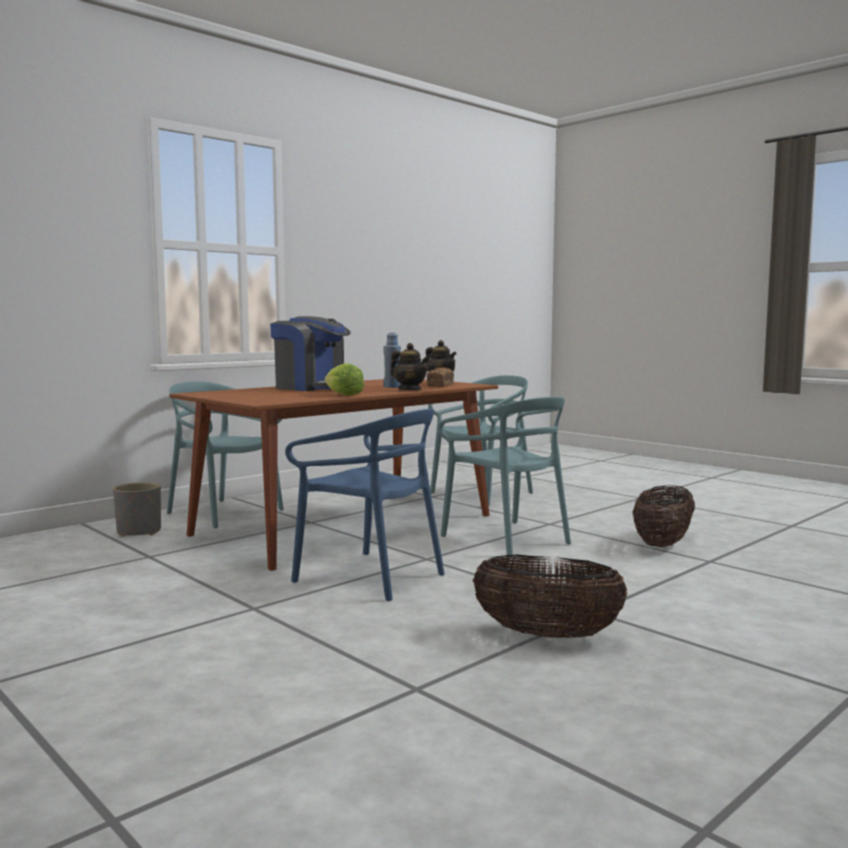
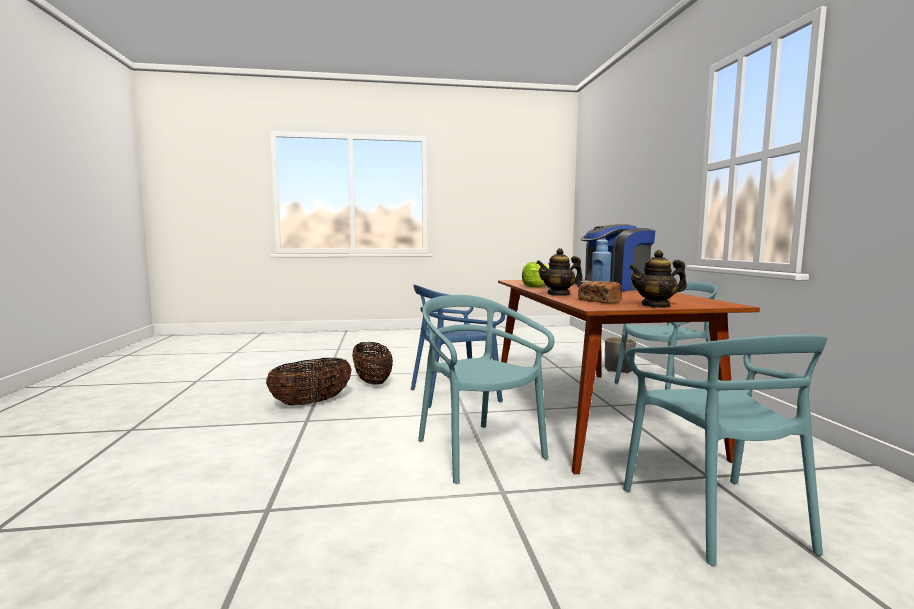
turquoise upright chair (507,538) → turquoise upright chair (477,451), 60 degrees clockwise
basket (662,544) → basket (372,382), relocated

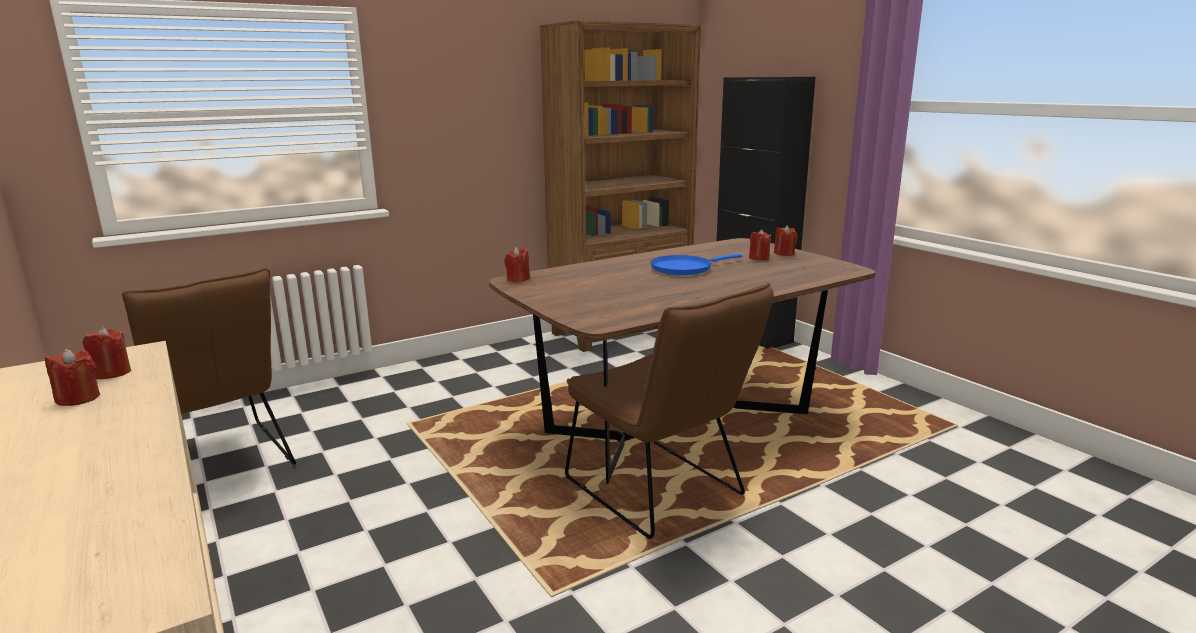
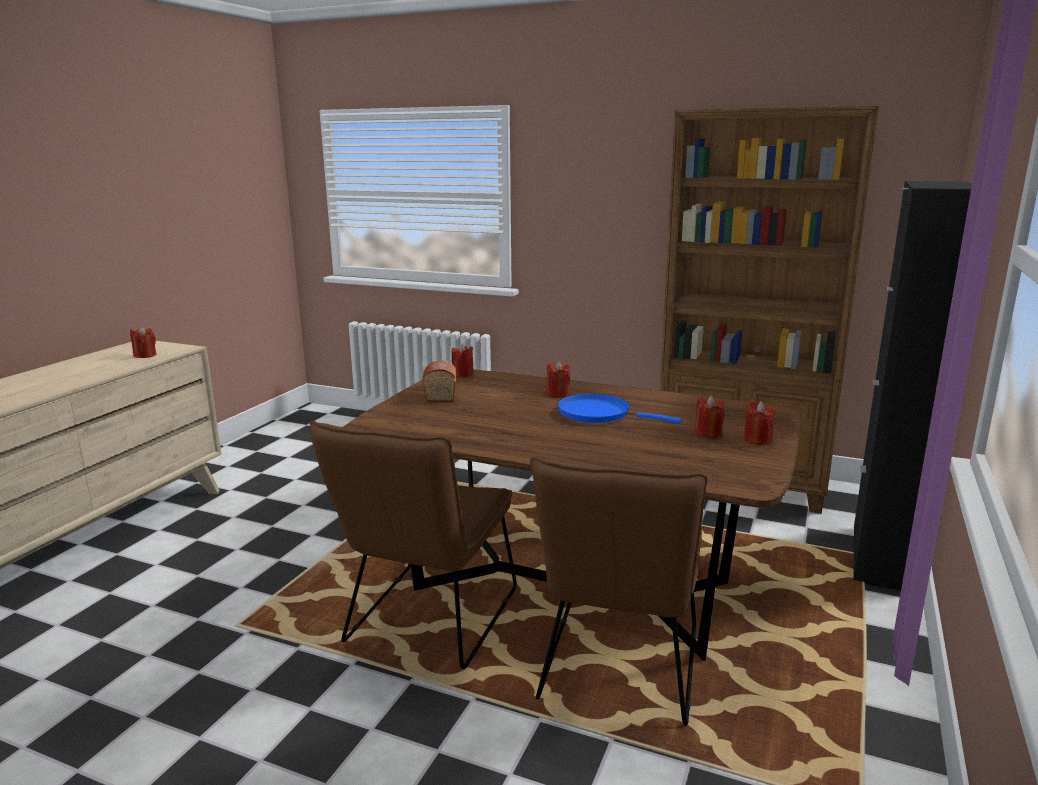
brown-coloured upright chair (221,465) → brown-coloured upright chair (618,670), relocated
reddish wax light (78,398) → reddish wax light (557,394), relocated
- → bread (441,392)

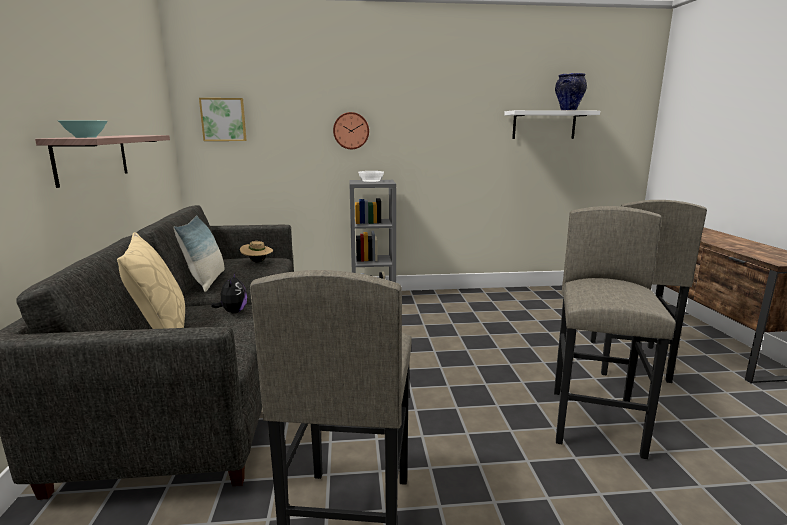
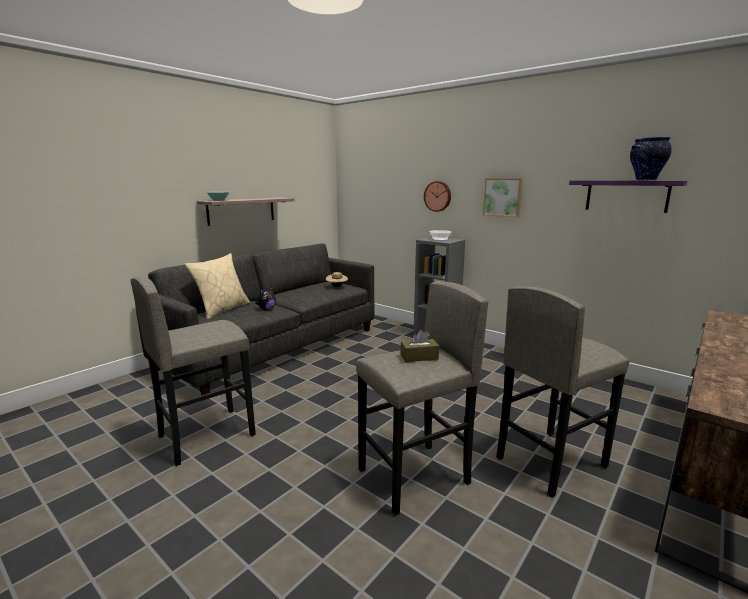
wall picture (223,119) → wall picture (502,197), relocated
whitish shelf (544,125) → purplish shelf (626,195)
throw pillow (206,281) → -
- → brown-coloured tissue box (419,357)

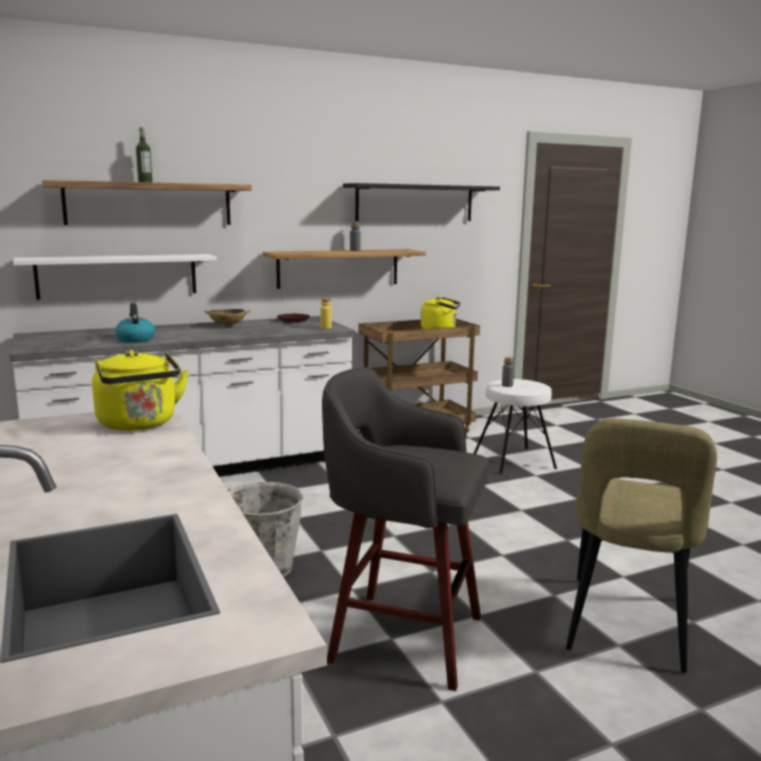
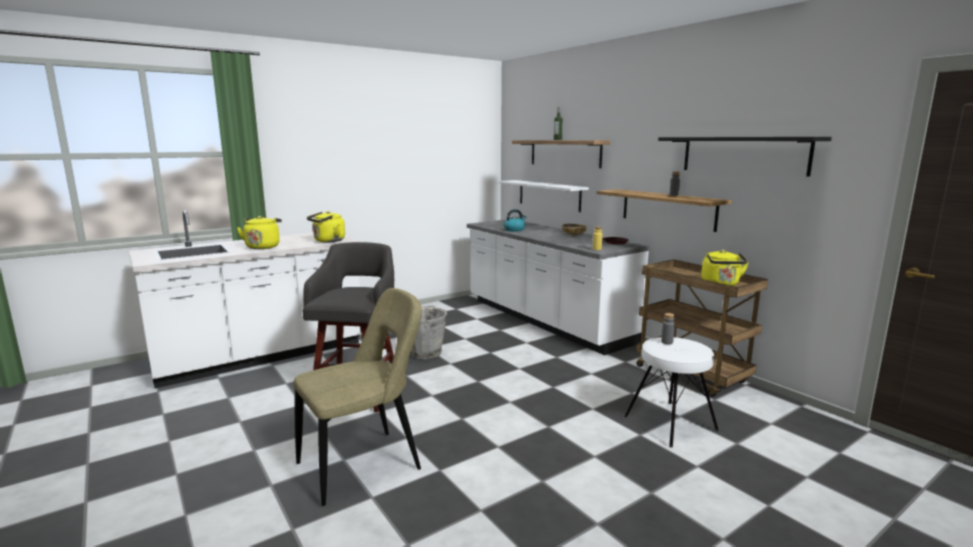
beige-coloured upright chair (626,627) → beige-coloured upright chair (365,464), 135 degrees clockwise
- → yellowish tea kettle (263,247)

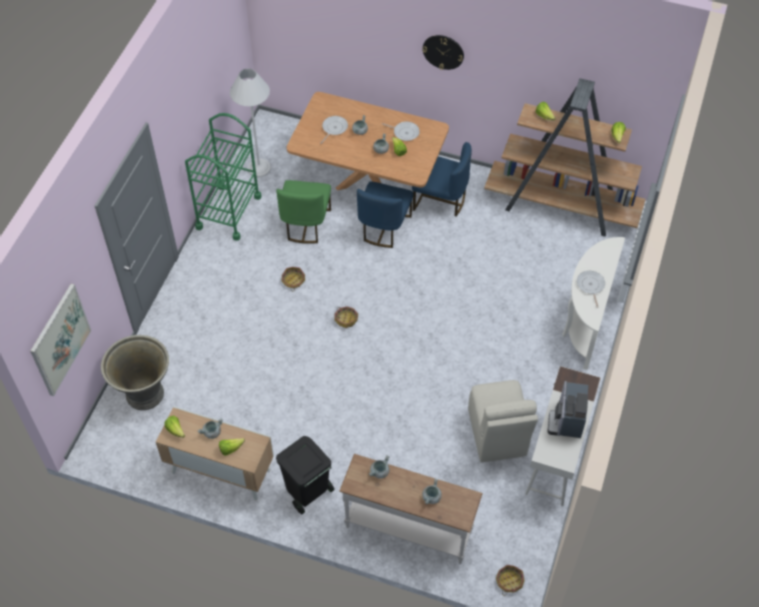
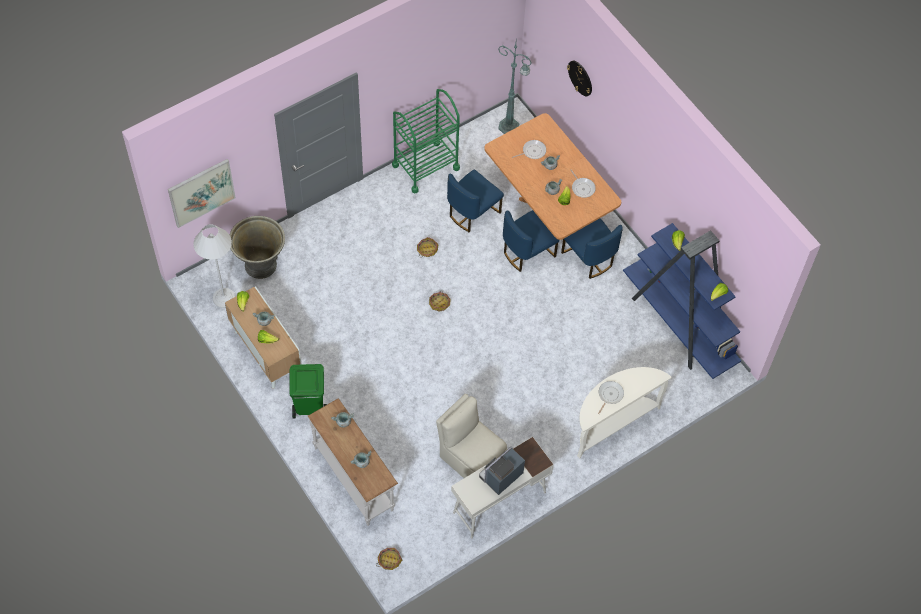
wall clock (443,52) → wall clock (580,78), relocated
whitish floor lamp (259,168) → whitish floor lamp (224,298), relocated
brown-coloured shelving unit (562,207) → blue shelving unit (678,324)
green upright chair (306,224) → blue upright chair (472,212)
beige-coloured upright chair (497,434) → beige-coloured upright chair (471,458), 105 degrees clockwise
black-coloured waste bin (307,492) → green waste bin (309,407)
- → green floor lamp (509,127)

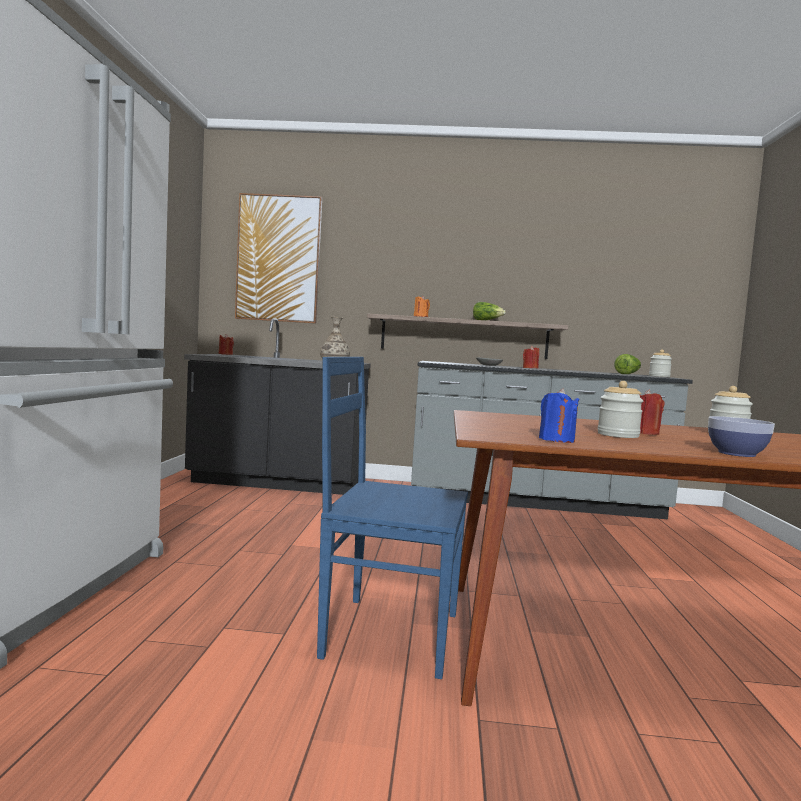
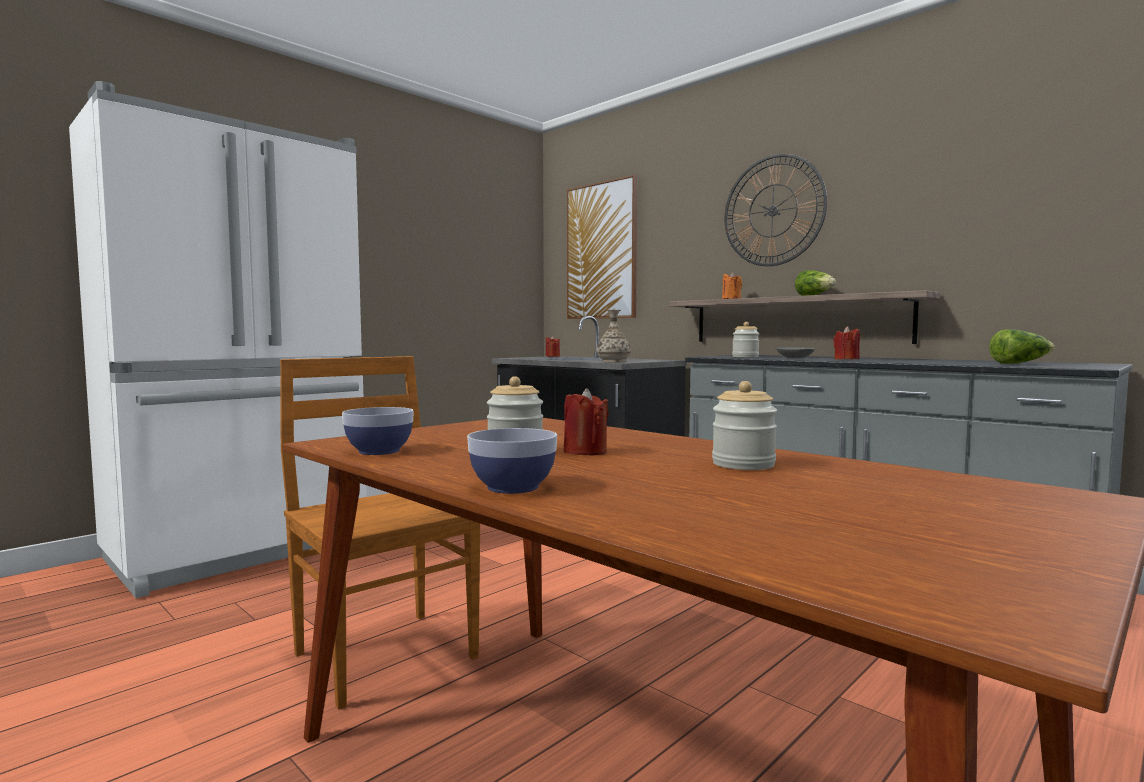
storage jar (659,376) → storage jar (745,357), relocated
blue upright chair (387,633) → brown-coloured upright chair (384,653)
blue wax light (556,440) → serving bowl (379,451)
- → wall clock (773,210)

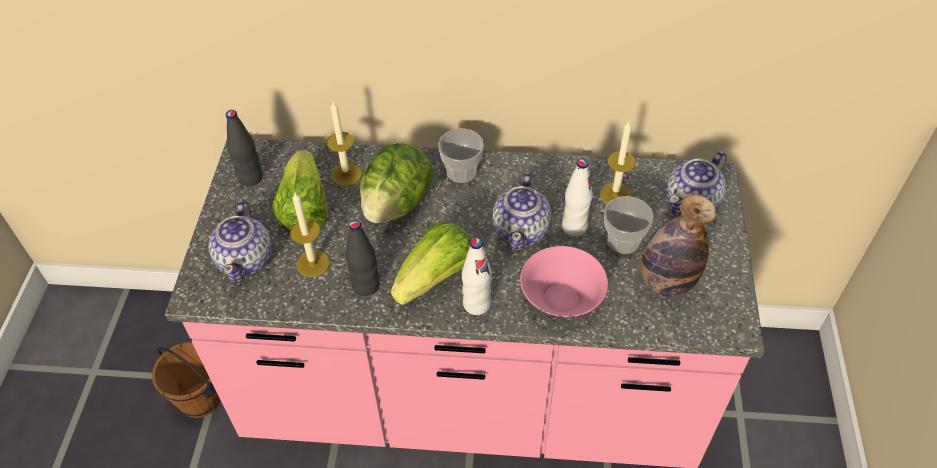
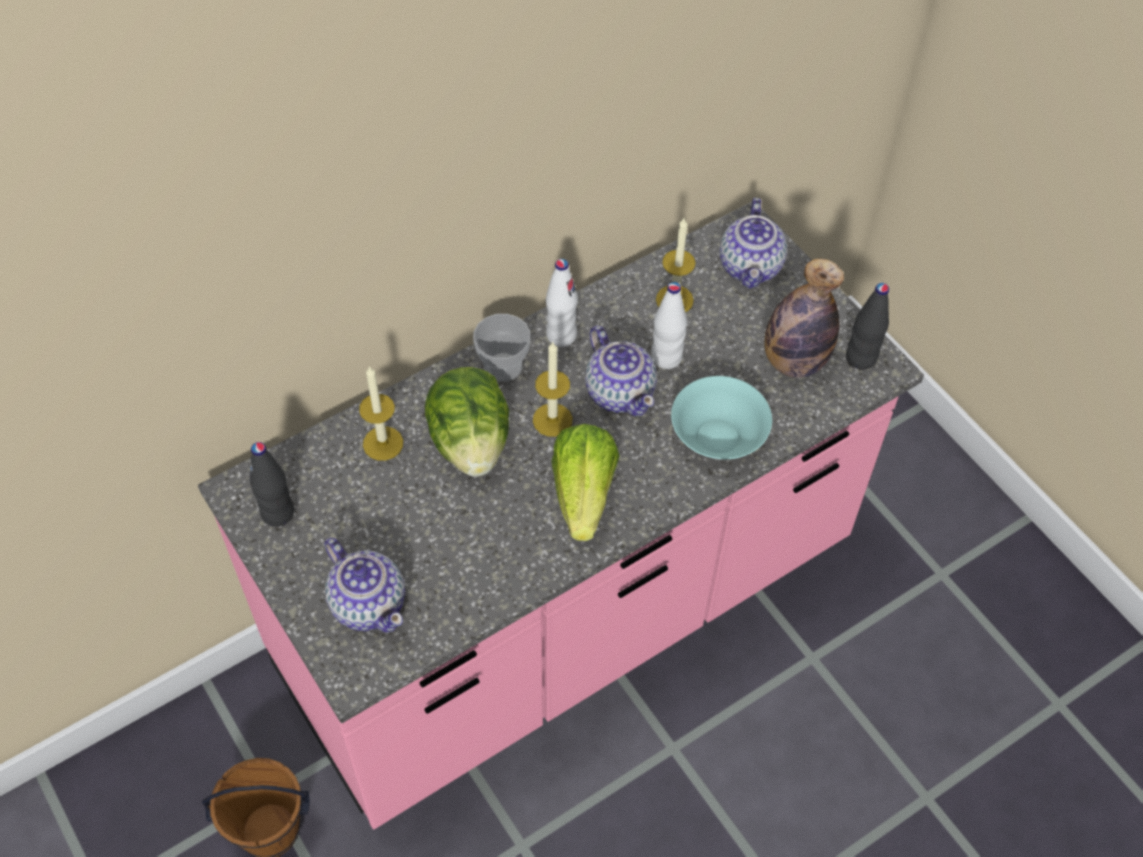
head of lettuce (304,208) → -
wax light (313,263) → wax light (552,420), relocated
drinking cup (623,241) → -
black-coloured bottle (366,286) → black-coloured bottle (861,358), relocated
whitish bottle (476,304) → whitish bottle (561,335), relocated
pink serving bowl (560,298) → turquoise serving bowl (716,437)

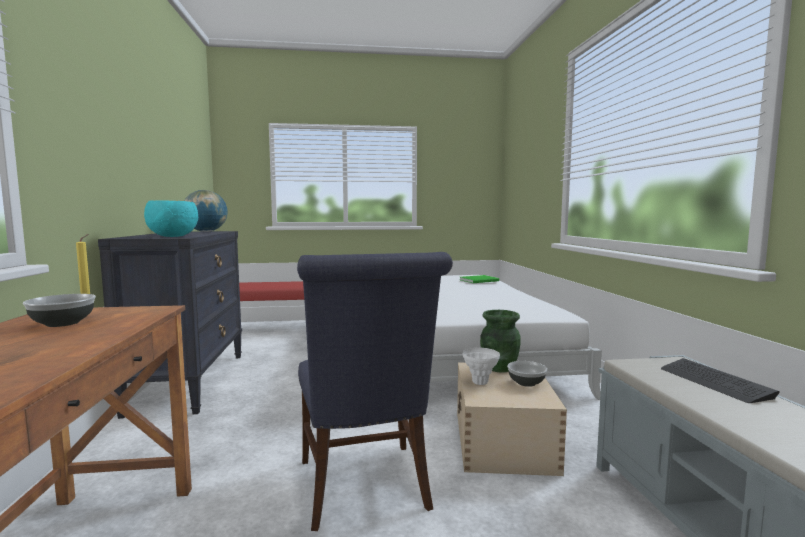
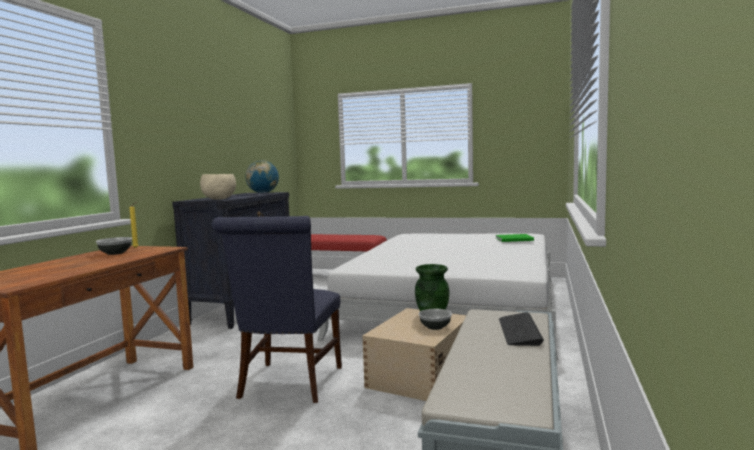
turquoise serving bowl (174,236) → beige-coloured serving bowl (219,199)
whitish flower vase (480,382) → -

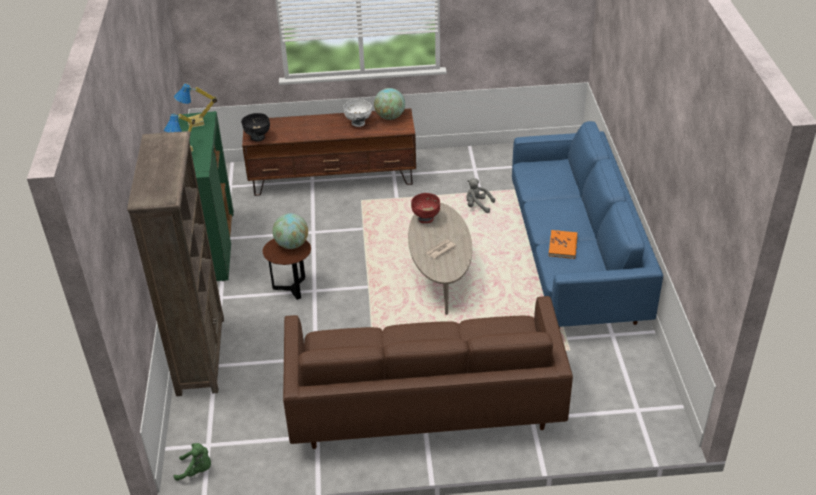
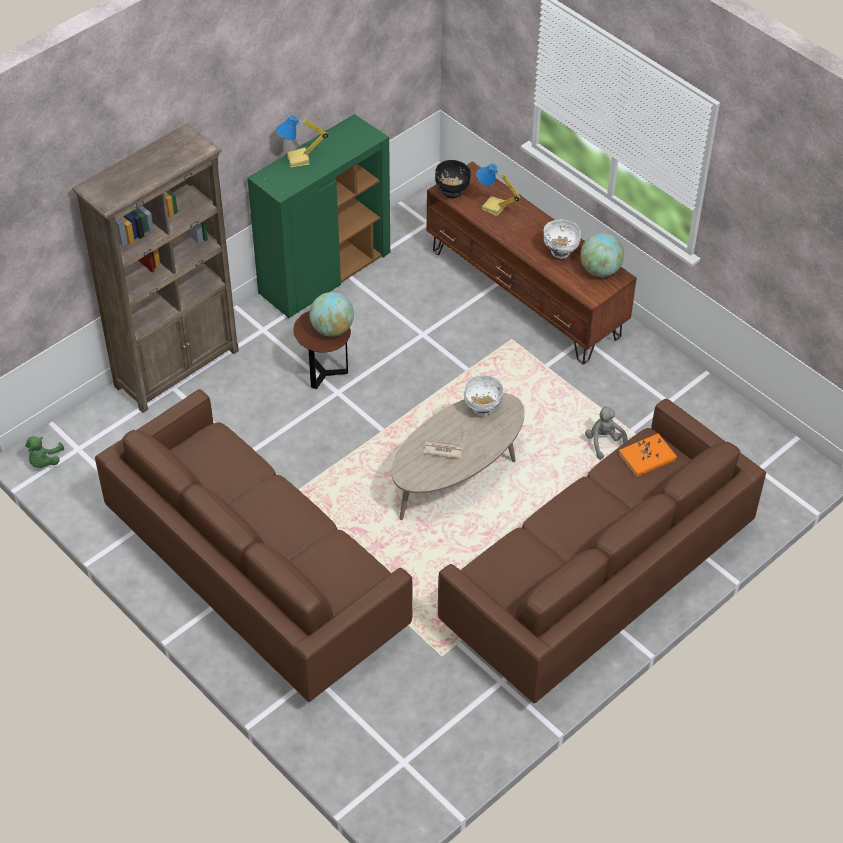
table lamp (196,123) → table lamp (493,207), relocated
blue settee (574,260) → brown-coloured settee (594,583)
reddish serving bowl (426,219) → whitish serving bowl (482,409)
orange-coloured bound book (563,246) → orange-coloured bound book (647,457), relocated
green cuddly toy (197,470) → green cuddly toy (44,461), 45 degrees clockwise

